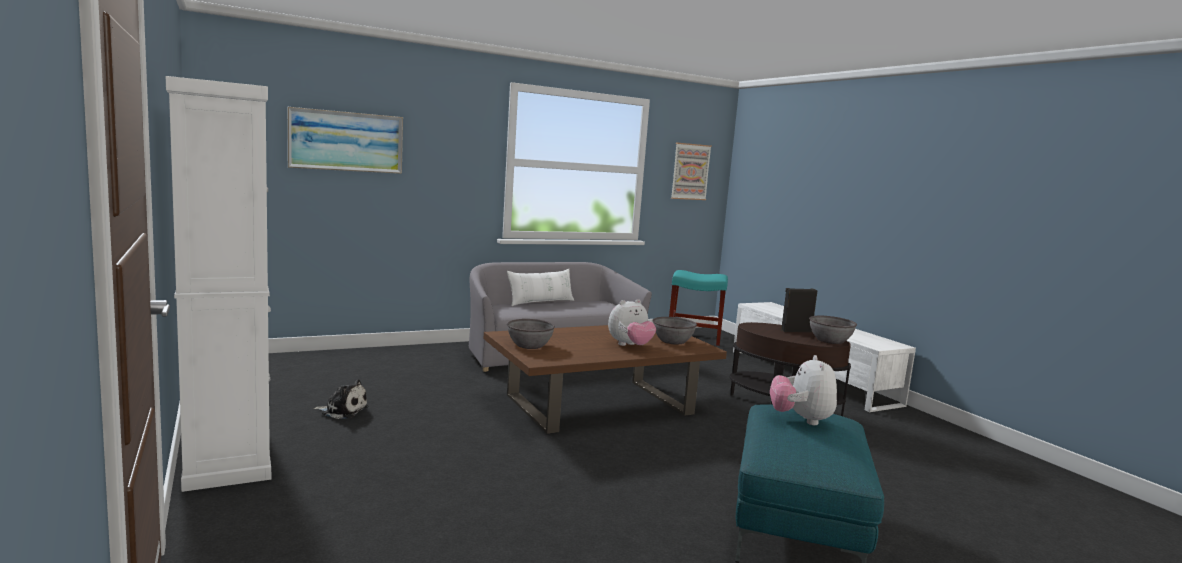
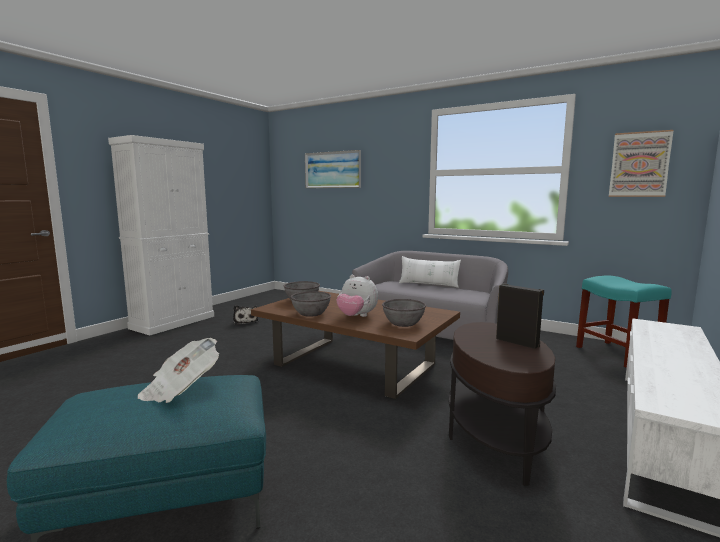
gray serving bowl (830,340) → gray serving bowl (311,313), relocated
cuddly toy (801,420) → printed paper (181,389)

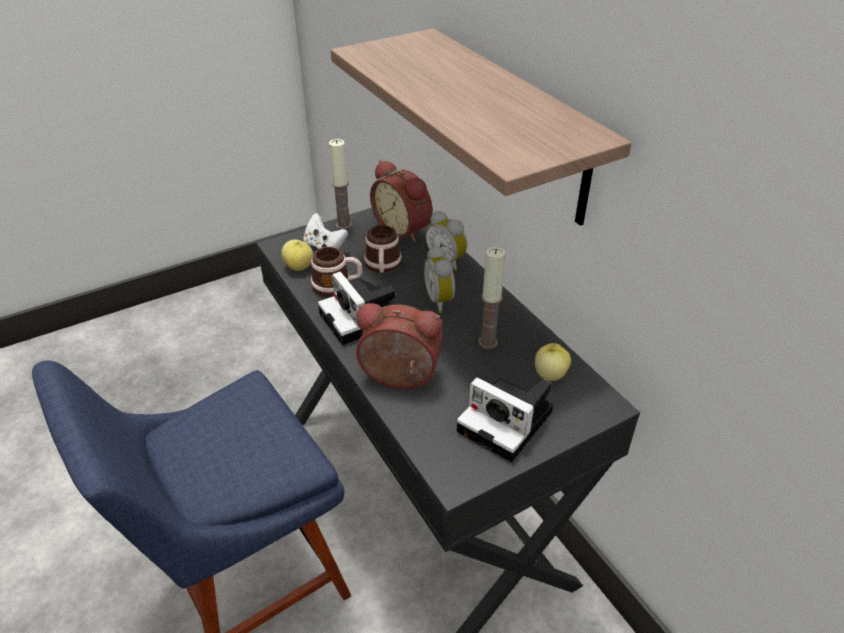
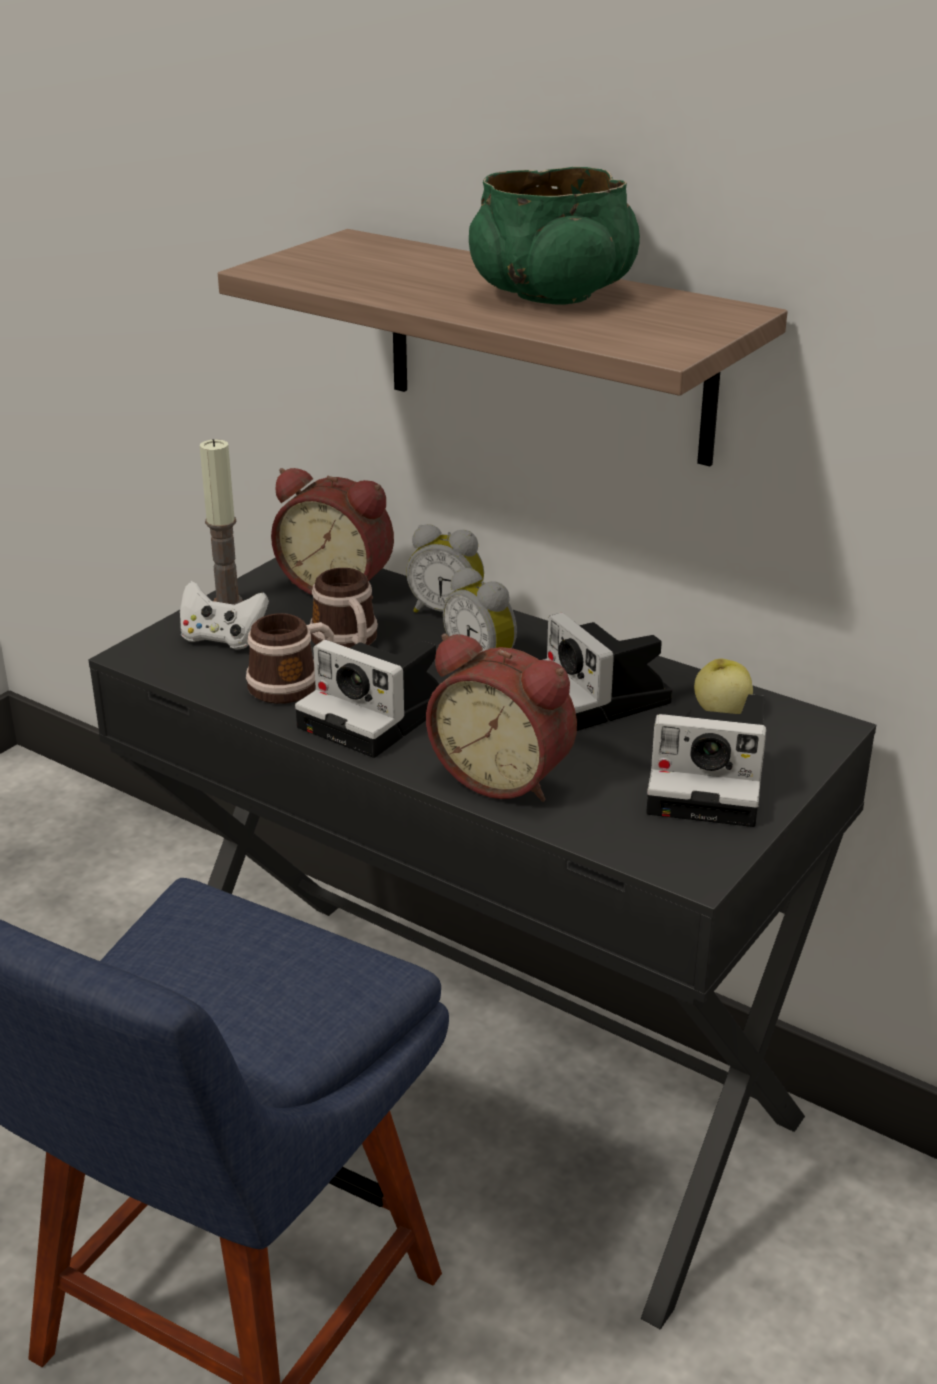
apple (299,266) → -
wax light (488,342) → photo camera (600,698)
table clock (399,379) → table clock (504,776), 135 degrees counterclockwise
- → green serving bowl (552,294)

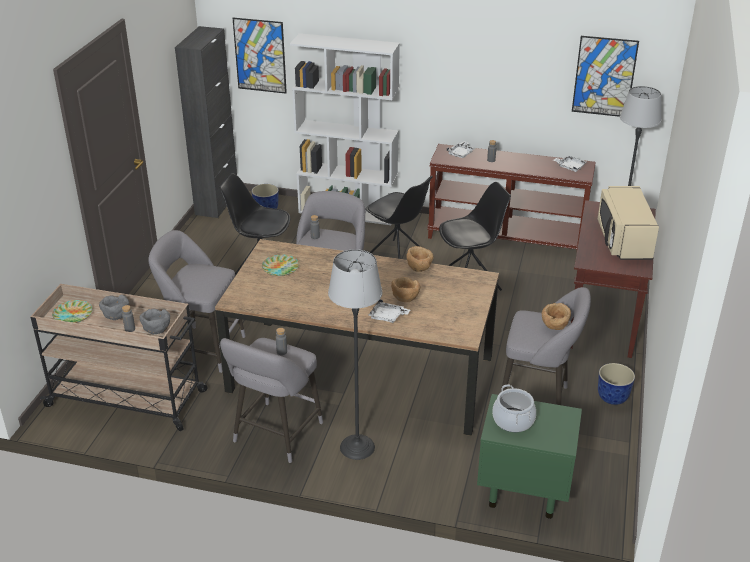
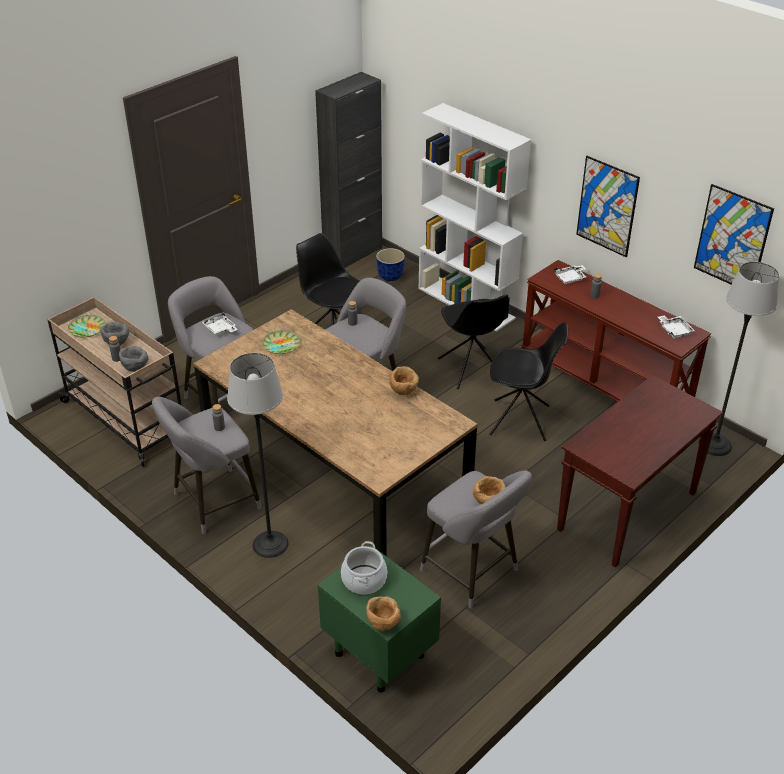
wall picture (260,55) → wall picture (607,206), relocated
beige-coloured kitchen microwave (623,240) → -
brown-coloured serving bowl (405,299) → brown-coloured serving bowl (383,623), relocated
whitish carrying tray (388,317) → whitish carrying tray (220,329), relocated
flower pot (612,398) → -

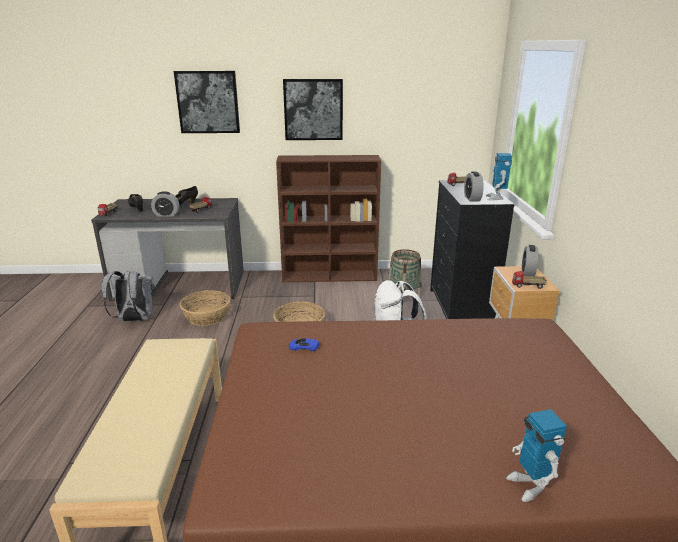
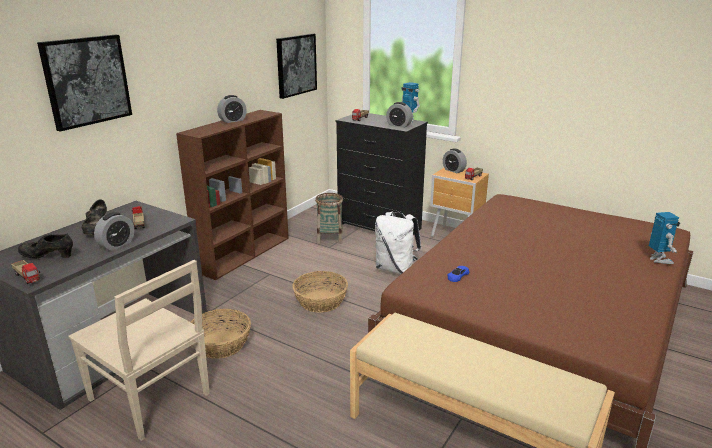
wall picture (313,109) → wall picture (296,65), relocated
gray knapsack (134,320) → beige-coloured upright chair (151,398)
robot figure (529,485) → robot figure (658,260), 120 degrees counterclockwise
- → table clock (232,120)

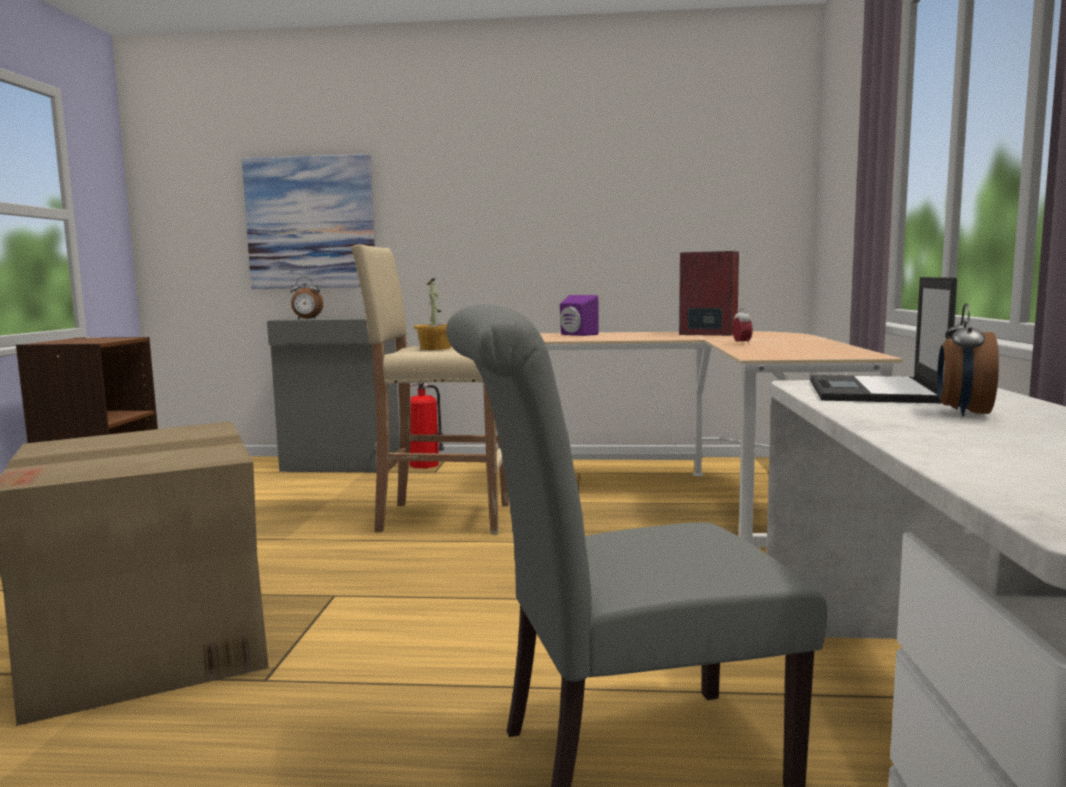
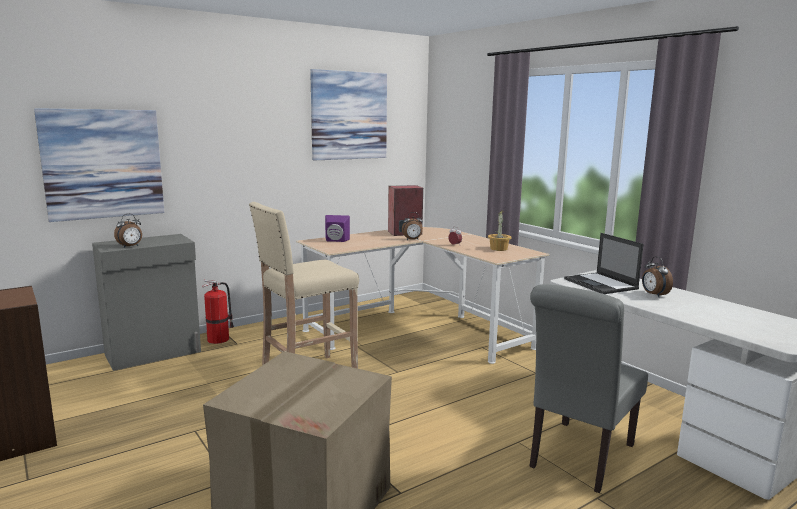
potted plant (436,348) → potted plant (499,249), relocated
- → wall picture (349,116)
- → table clock (412,240)

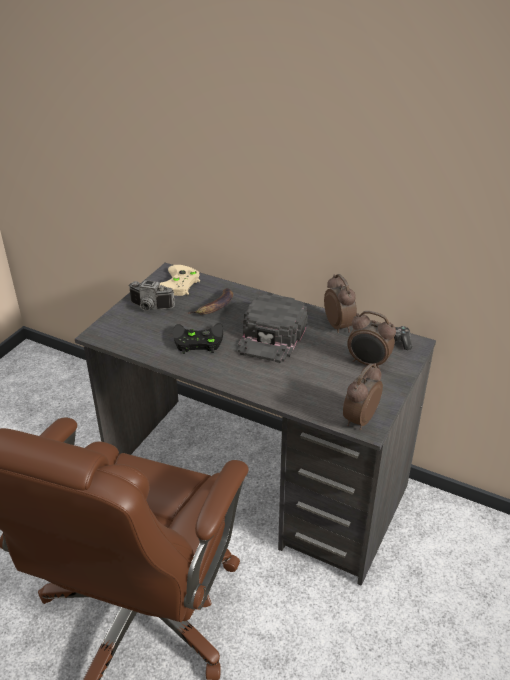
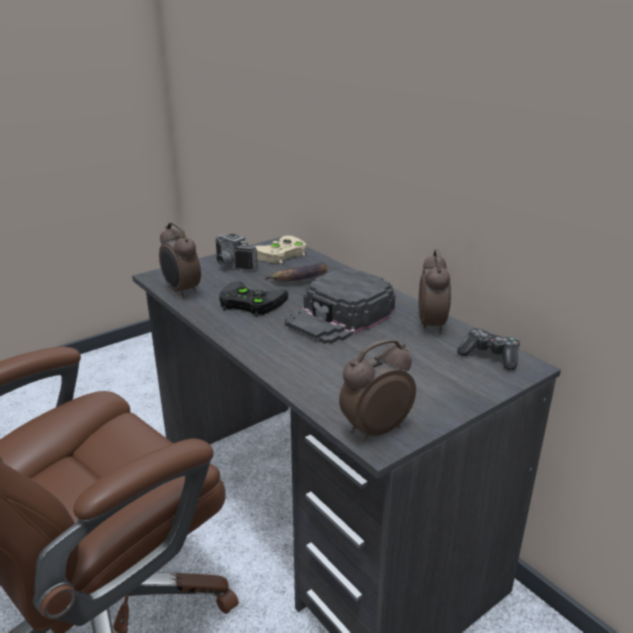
table clock (368,363) → table clock (181,291), relocated

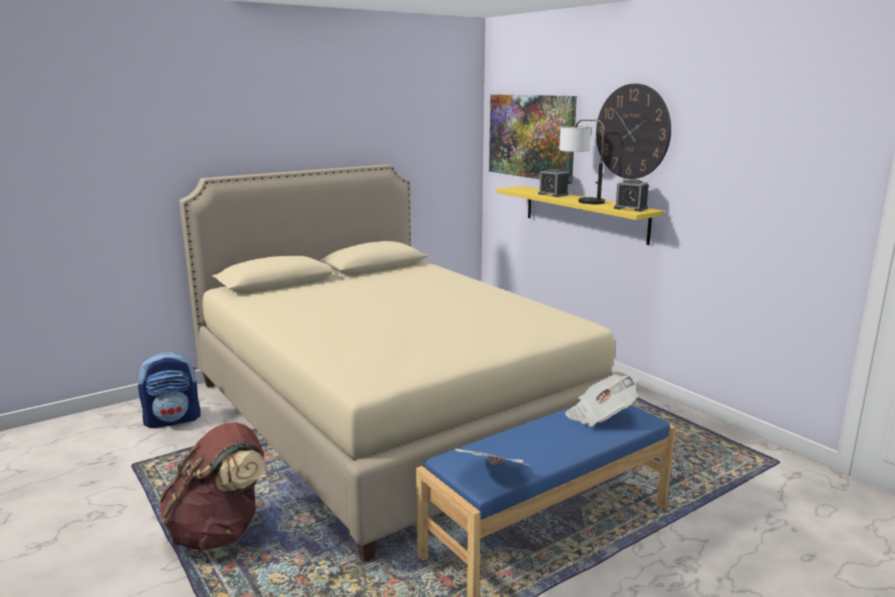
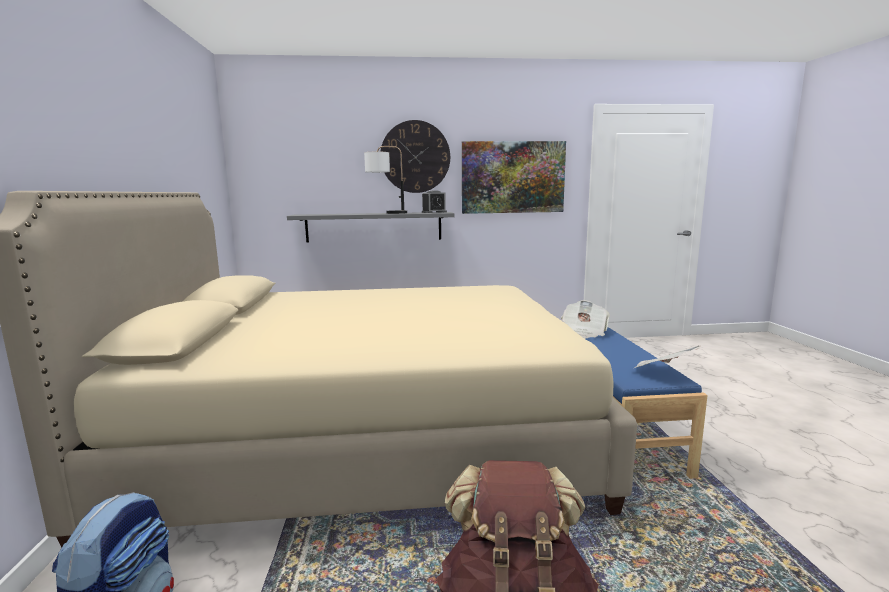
wall picture (531,136) → wall picture (513,177), relocated
table clock (553,194) → -
yellowish shelf (584,213) → gray shelf (374,227)

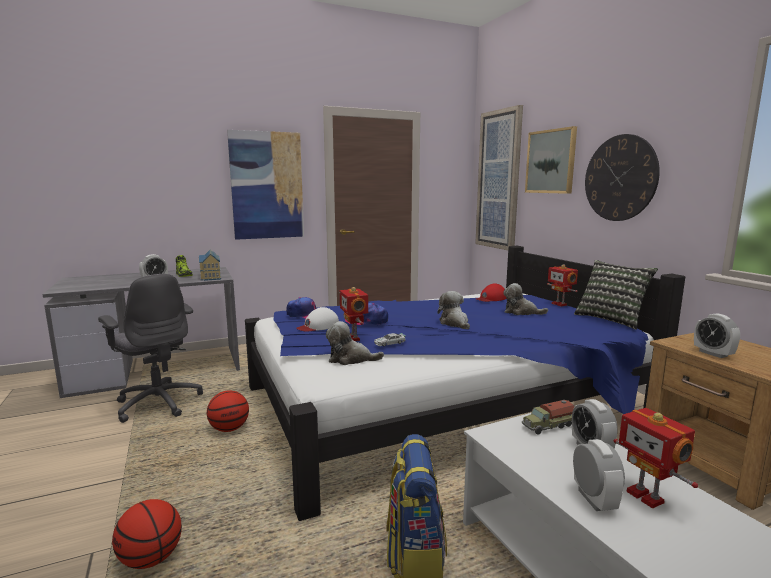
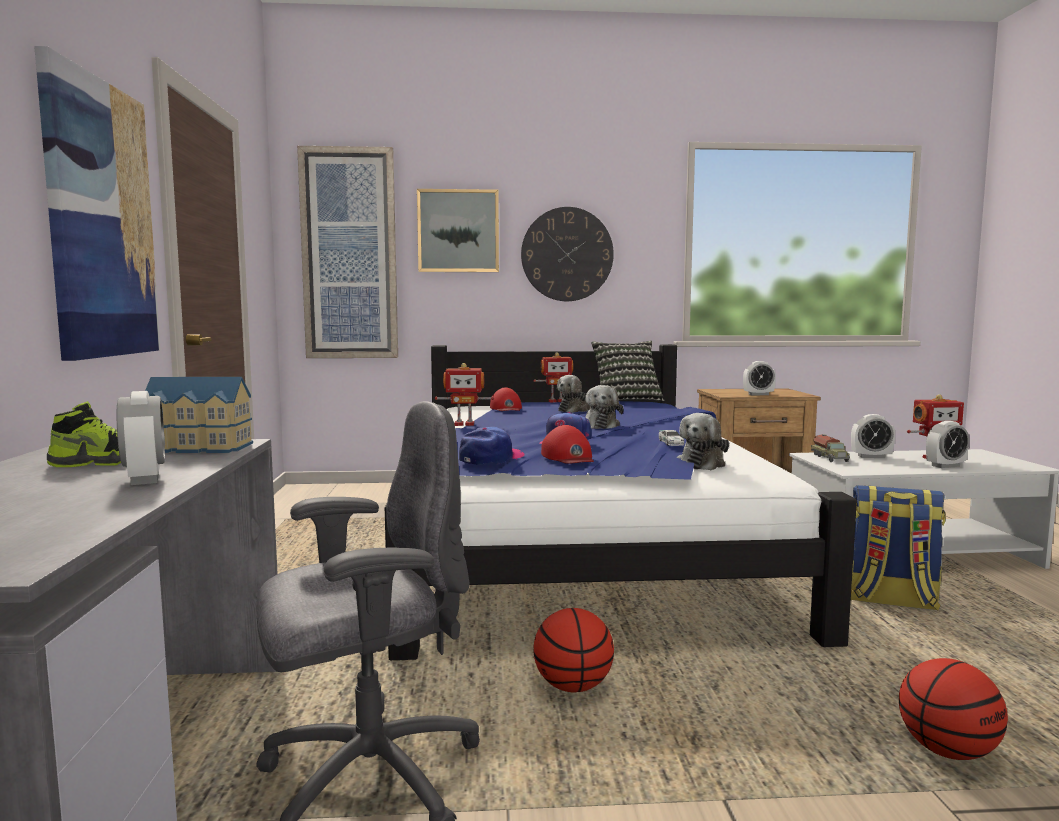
robot figure (354,338) → robot figure (464,424), relocated
cuddly toy (454,323) → cuddly toy (600,425), 90 degrees counterclockwise
whitish cap (318,326) → reddish cap (568,457)
table clock (594,499) → table clock (945,466), 150 degrees clockwise

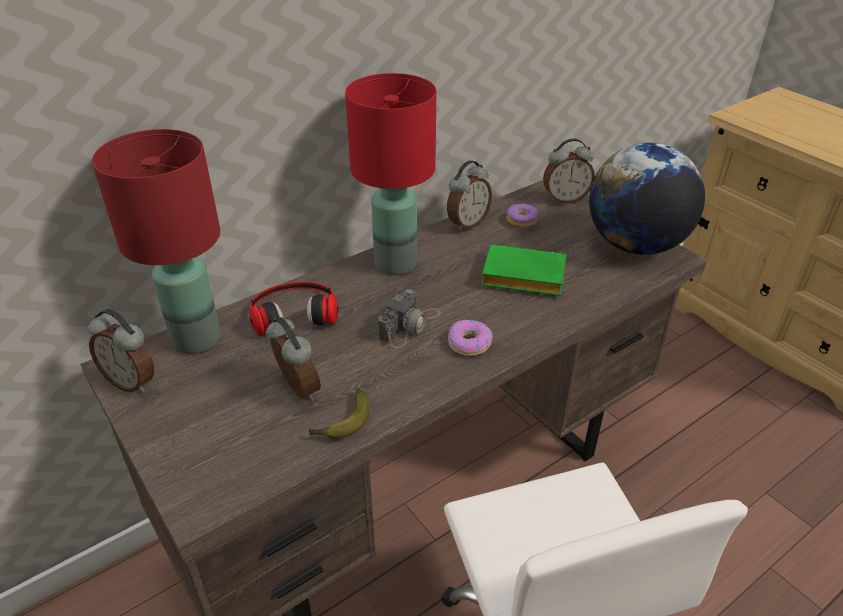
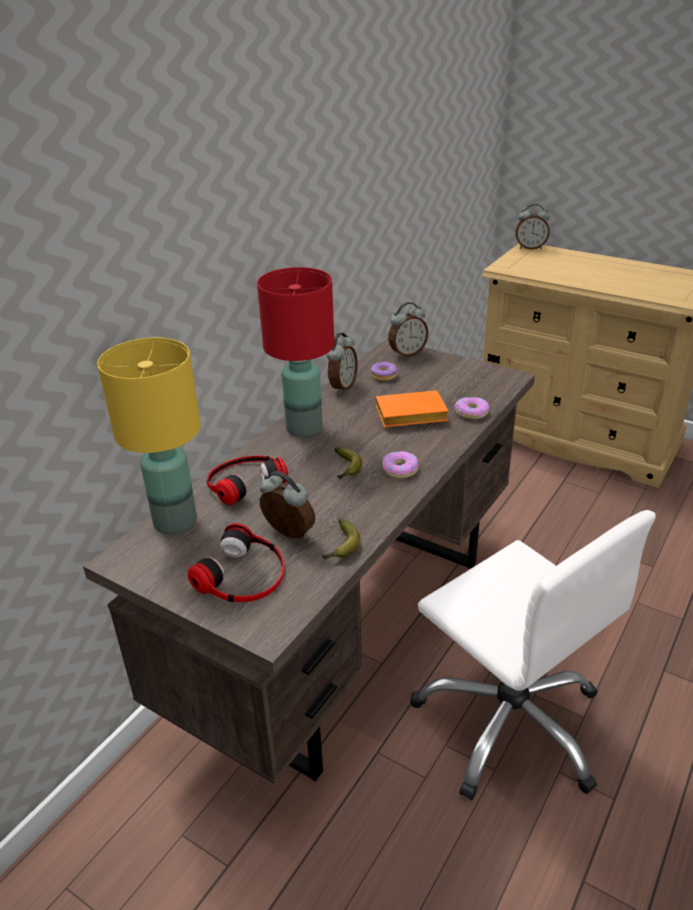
reddish table lamp (197,340) → yellowish table lamp (176,522)
desk globe (635,245) → -
green bound book (520,278) → orange-coloured bound book (409,416)
photo camera (409,325) → whole banana (346,469)
table clock (132,381) → table clock (530,248), relocated
- → doughnut (471,412)
- → headphones (243,575)

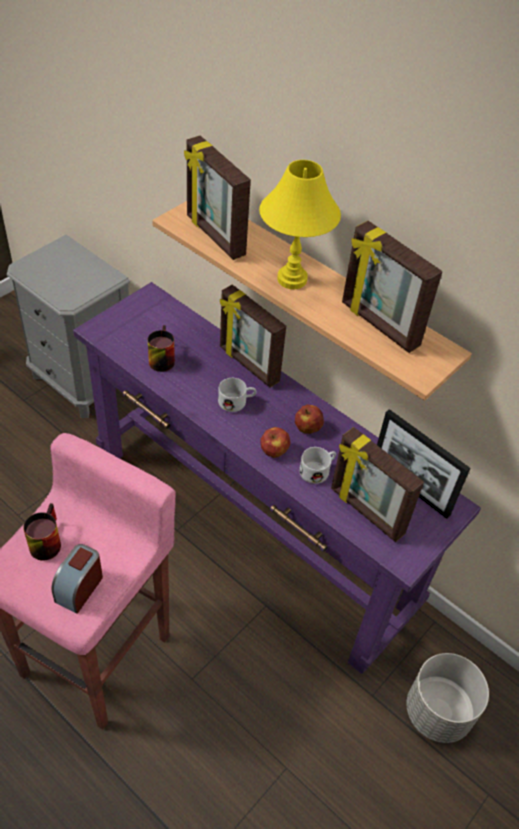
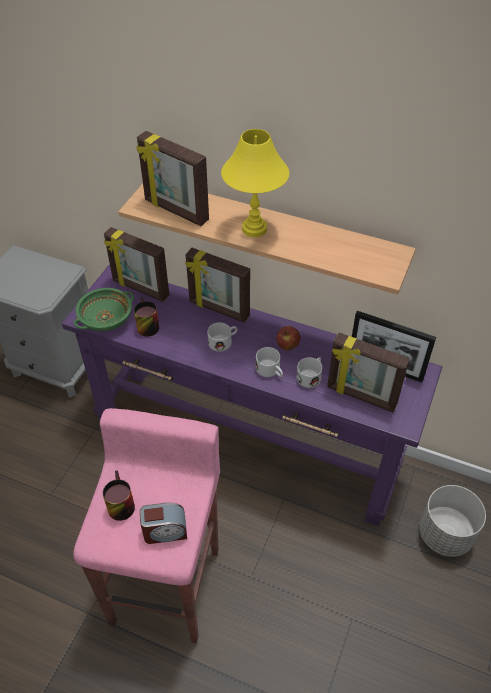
standing frame (378,325) → standing frame (140,289), relocated
apple (274,451) → whitish tea mug (270,371)
table clock (79,588) → table clock (165,531), 105 degrees counterclockwise
- → green serving bowl (106,319)

